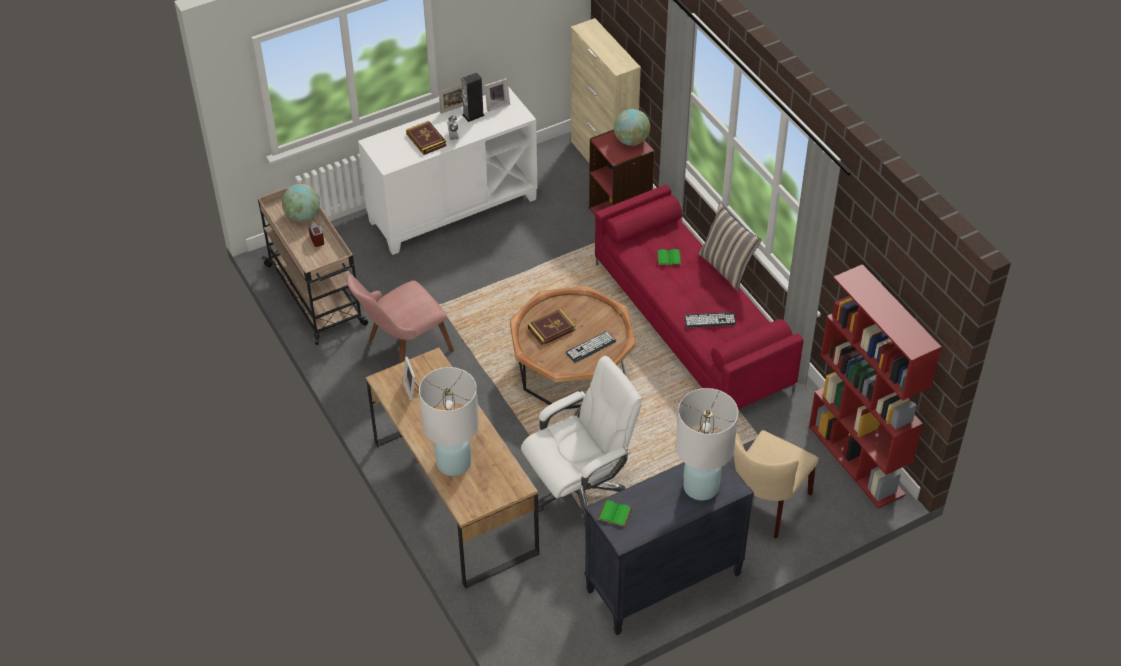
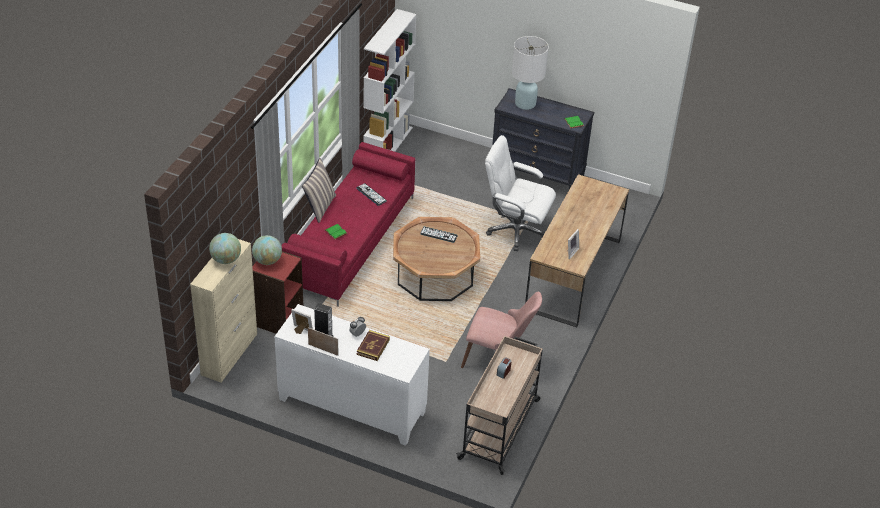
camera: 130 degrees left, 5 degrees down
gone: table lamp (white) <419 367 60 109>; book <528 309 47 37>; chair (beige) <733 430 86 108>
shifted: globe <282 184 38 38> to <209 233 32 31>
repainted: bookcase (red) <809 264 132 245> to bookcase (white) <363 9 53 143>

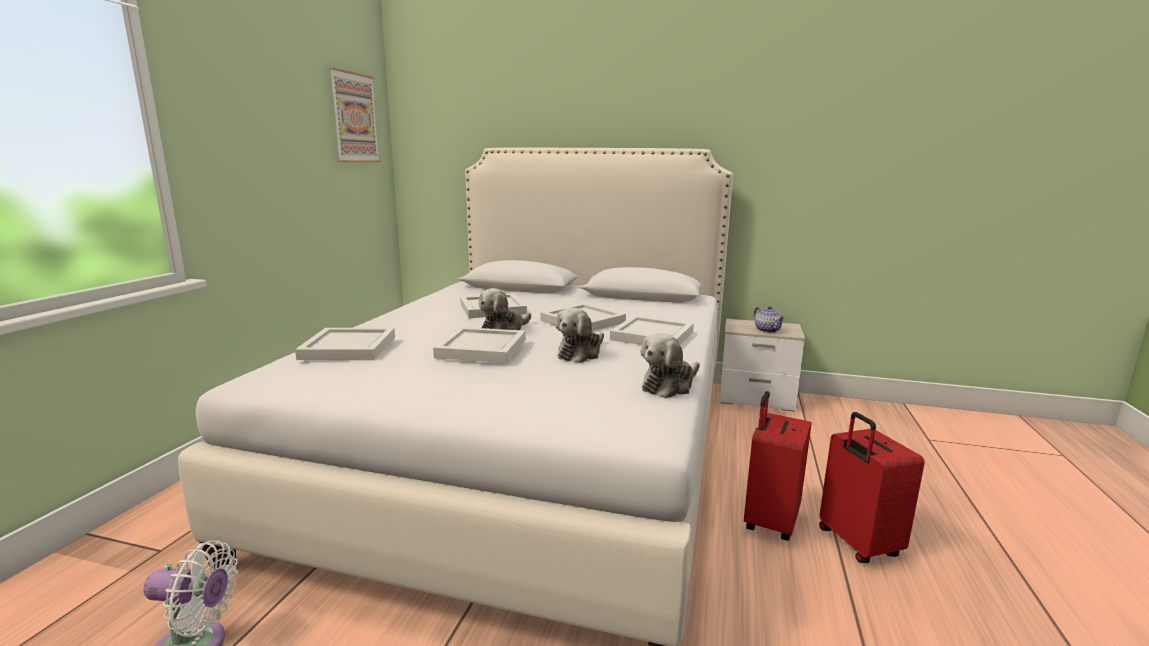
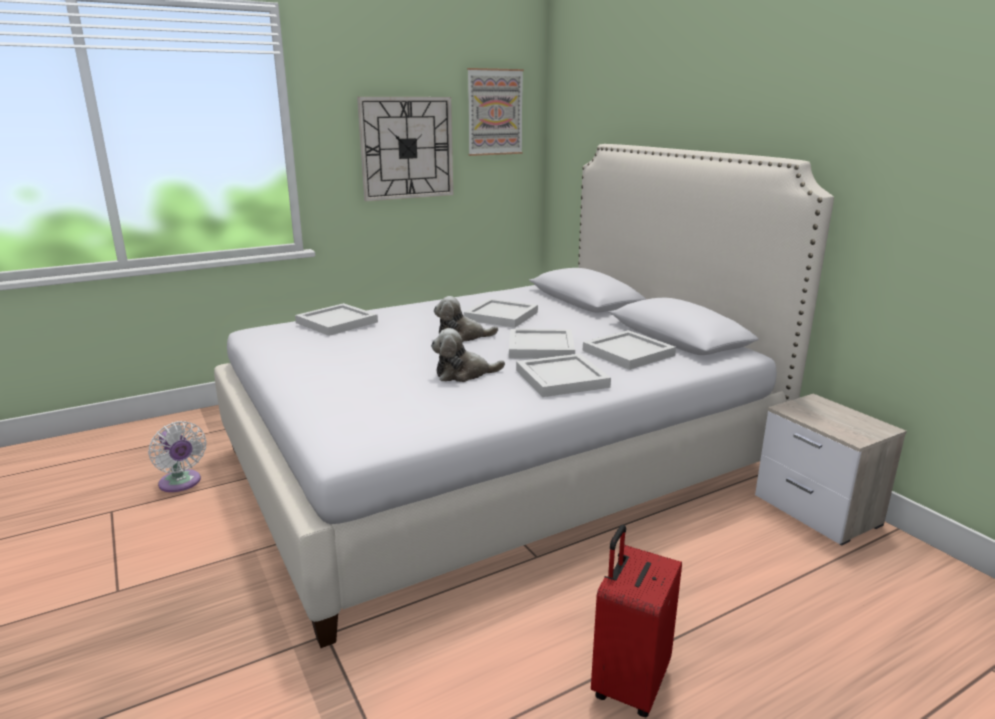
camera: 45 degrees right, 5 degrees up
gone: plush toy <640 333 60 65>; suitcase (red) <744 391 67 150>; teapot <753 306 32 27>
new: wall clock <357 97 96 104>
shifted: tray (white) <433 327 93 36> to <583 330 93 40>

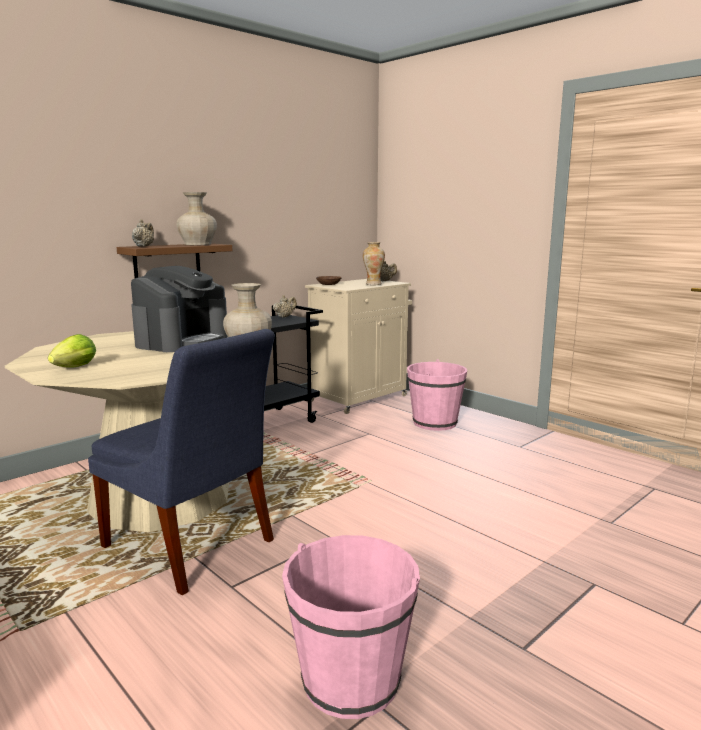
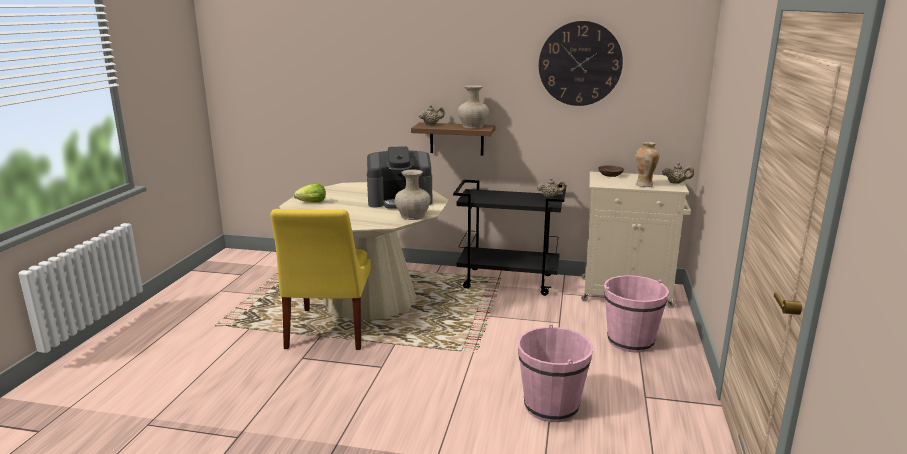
camera: 55 degrees right, 5 degrees up
new: wall clock <539 21 84 85>
shifted: bucket (pink) <282 535 138 184> to <517 324 77 98>
repainted: chair (blue) <88 329 187 266> to chair (yellow) <270 209 101 141>

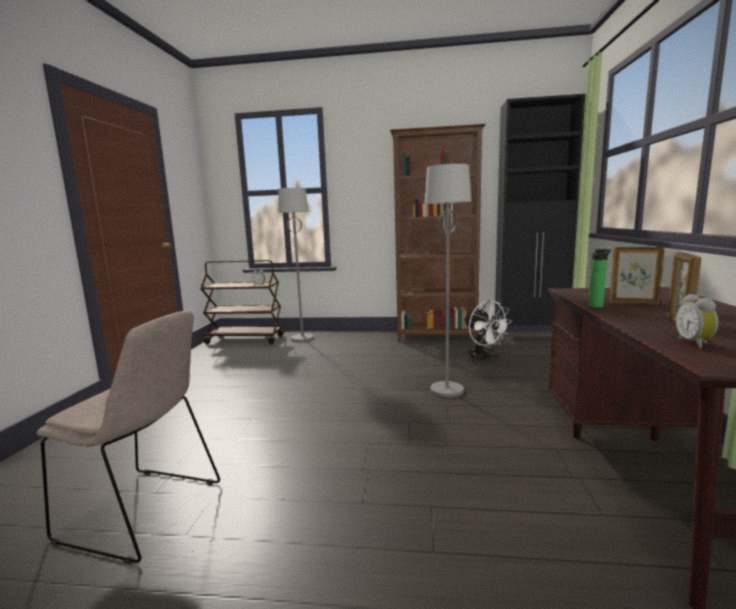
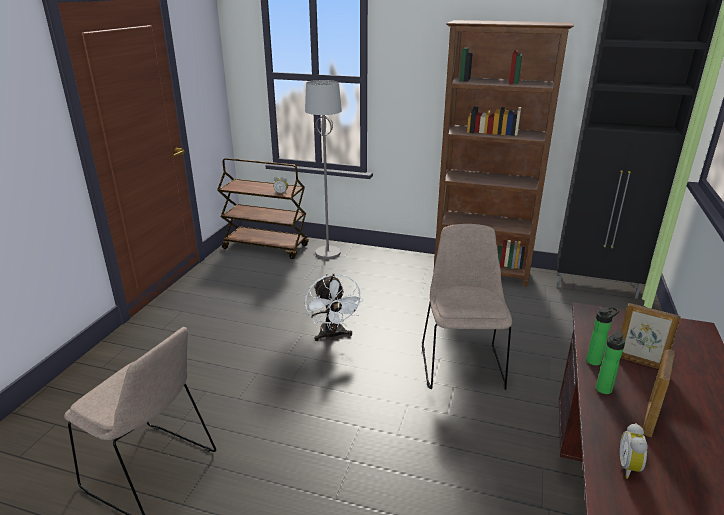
camera: 10 degrees right, 15 degrees up
new: bottle <596 332 30 62>
shifted: fan (white) <464 300 48 63> to <305 274 58 67>
swapped: floor lamp (grey) <424 164 47 234> to chair (beige) <422 224 90 166>

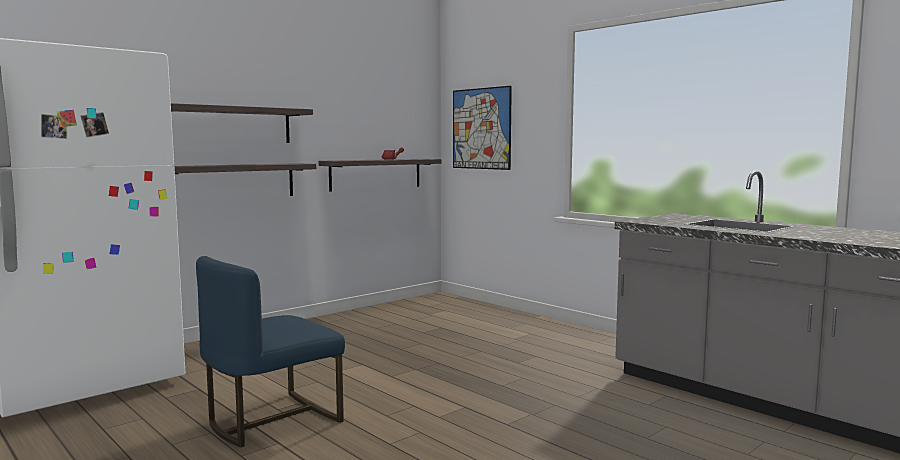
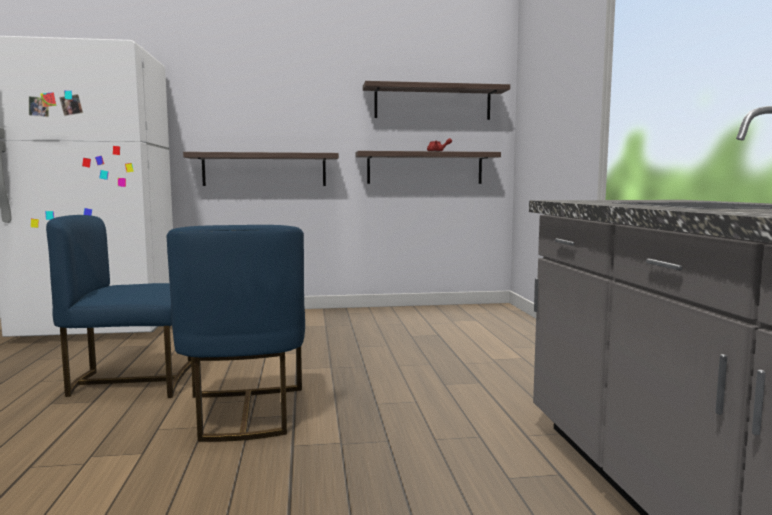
camera: 35 degrees right, 0 degrees up
gone: picture <453 86 59 84>
new: chair (blue) <166 225 139 217>
shifted: shelf <171 103 142 40> to <363 81 147 39>

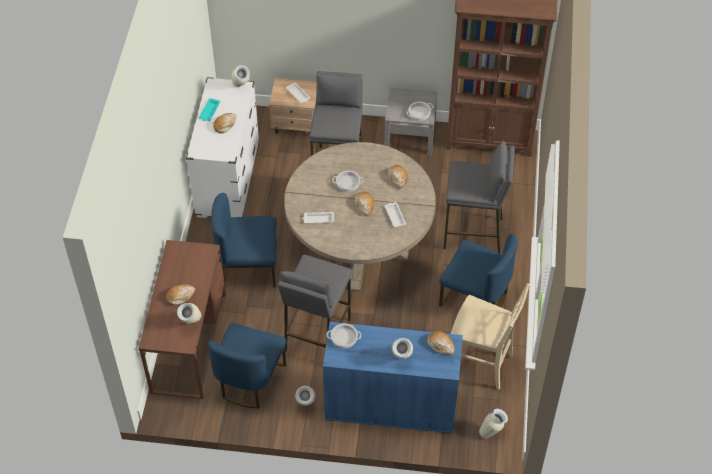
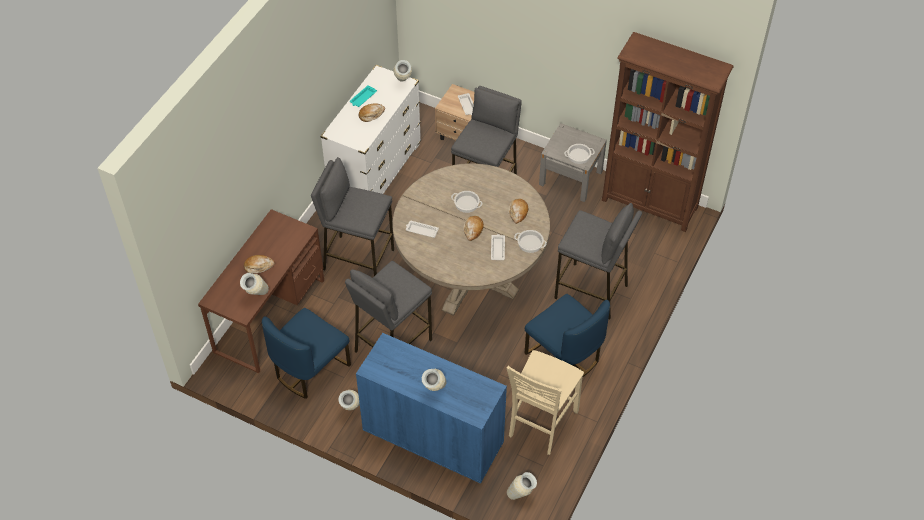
camera: 20 degrees right, 0 degrees up
gone: bread <427 331 28 24>
shifted: cooking pot <327 323 35 25> to <514 230 33 23>
swapped: chair (blue) <211 193 66 95> to stool (grey) <311 157 83 119>
rotated: chair (beige) <451 283 79 107> = <507 350 77 105> 75 degrees clockwise

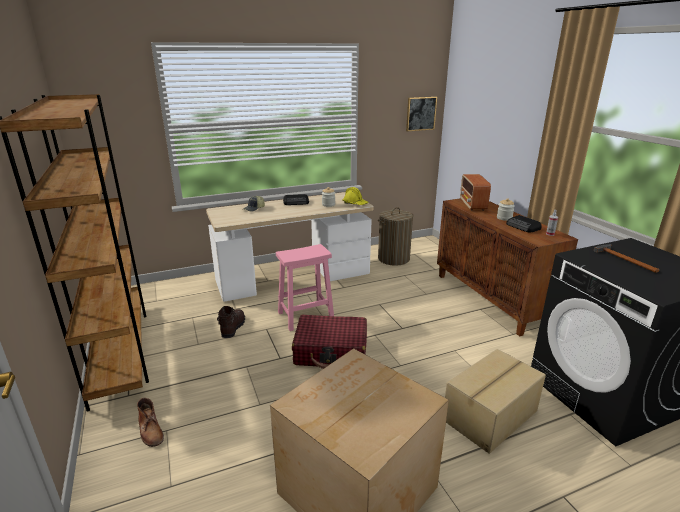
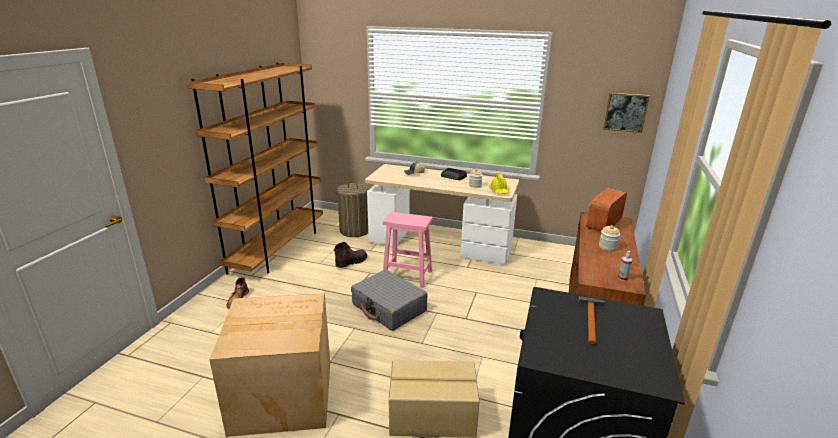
camera: 40 degrees right, 0 degrees up
gone: radio <506 215 36 18>
shifted: laundry basket <378 207 36 59> to <334 182 35 55>
repainted: suitcase (red) <292 315 75 54> to suitcase (grey) <351 269 77 62>

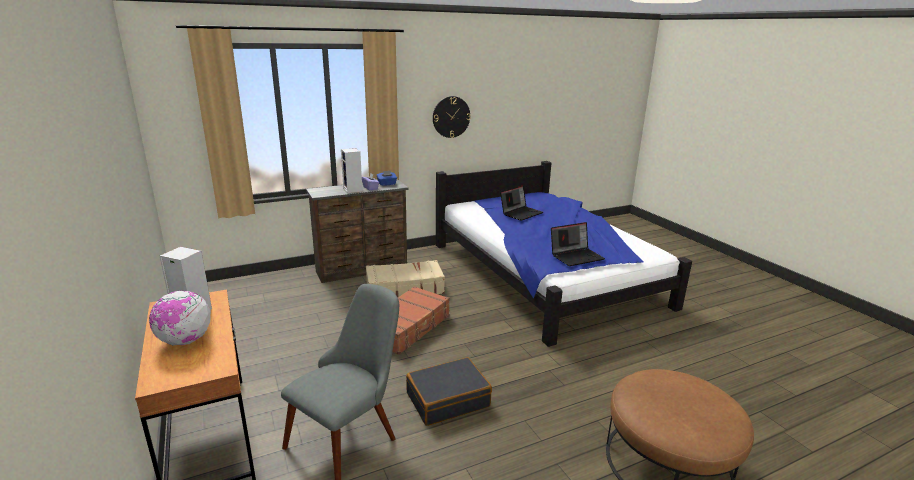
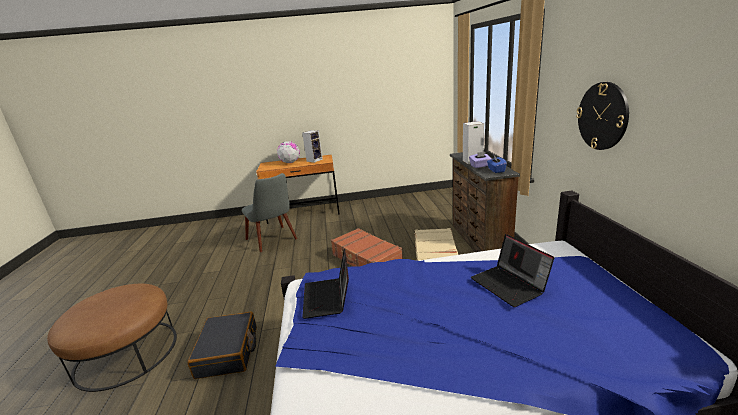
camera: 110 degrees right, 0 degrees up
shifted: suitcase (black) <406 357 86 69> to <187 311 70 68>

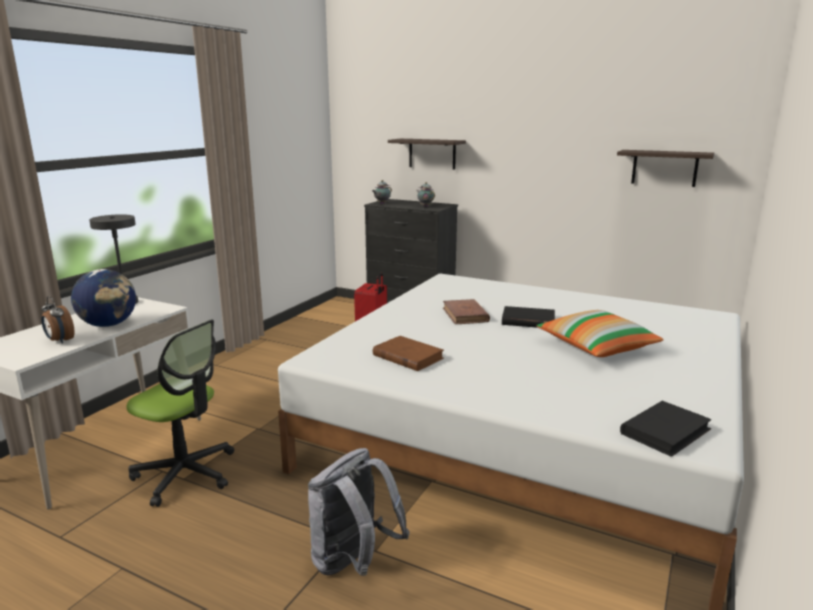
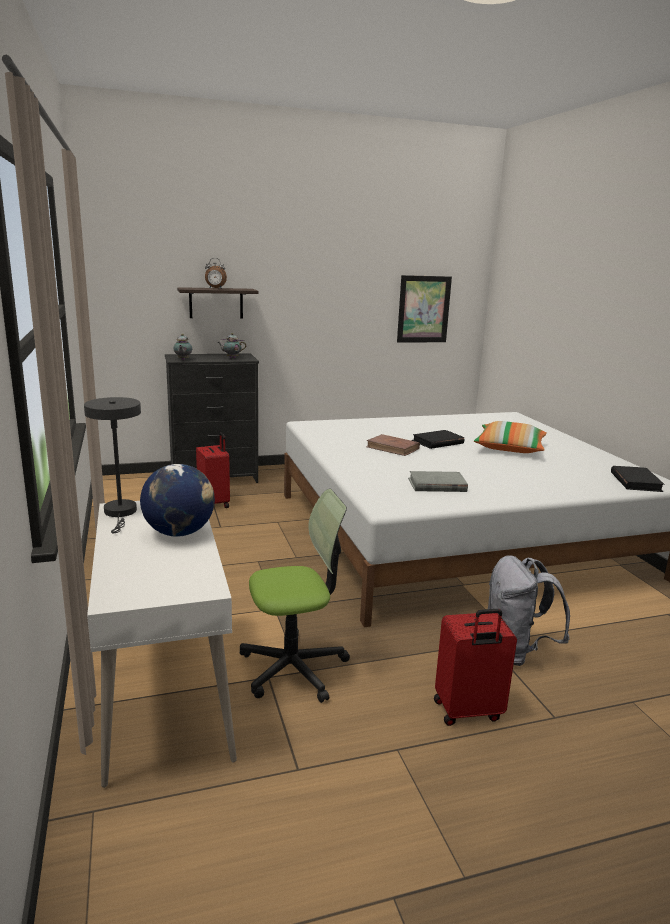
camera: 45 degrees left, 0 degrees up
new: suitcase (red) <434 609 83 117>
shifted: alarm clock <41 296 33 48> to <205 258 22 30>
swapped: shelf <617 150 97 37> to picture <397 275 55 68>
repainted: book (brown) <373 336 71 35> to book (grey) <408 471 60 21>

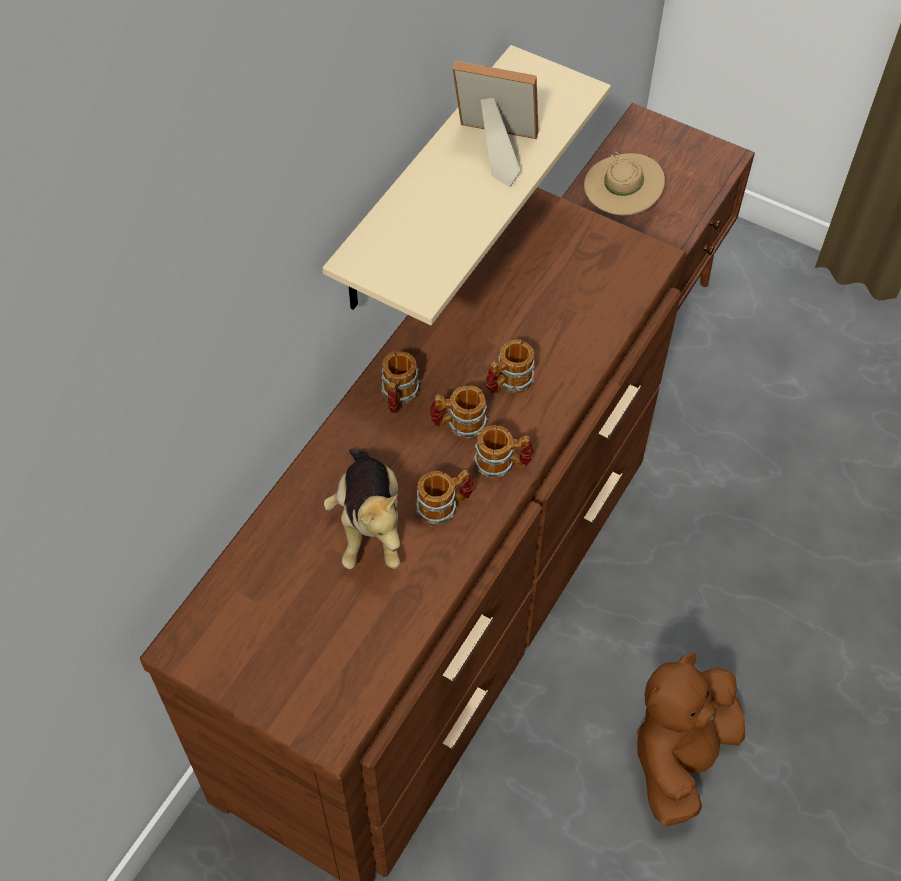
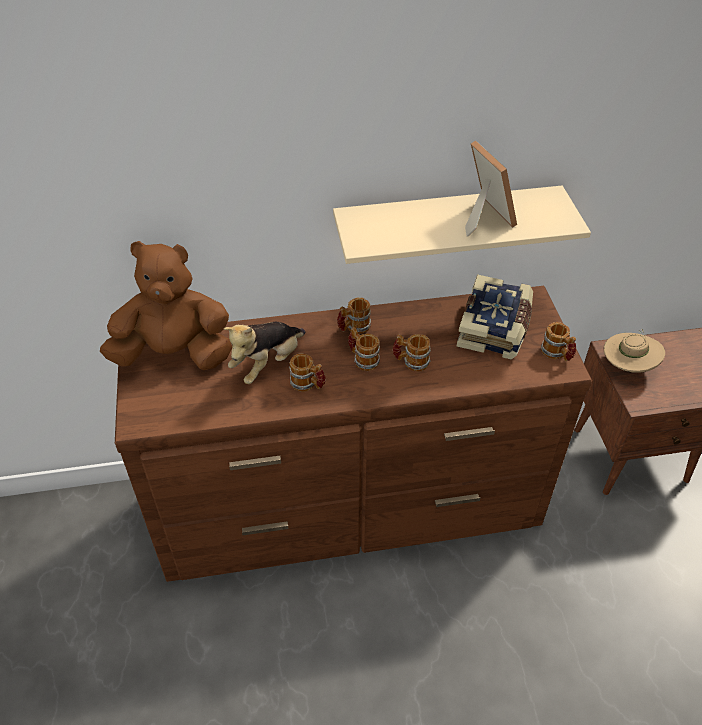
camera: 50 degrees right, 10 degrees down
new: book <457 274 76 86>
shifted: mug <473 425 61 55> to <541 322 35 39>; plush toy (brown) <637 652 108 174> to <100 241 132 129>

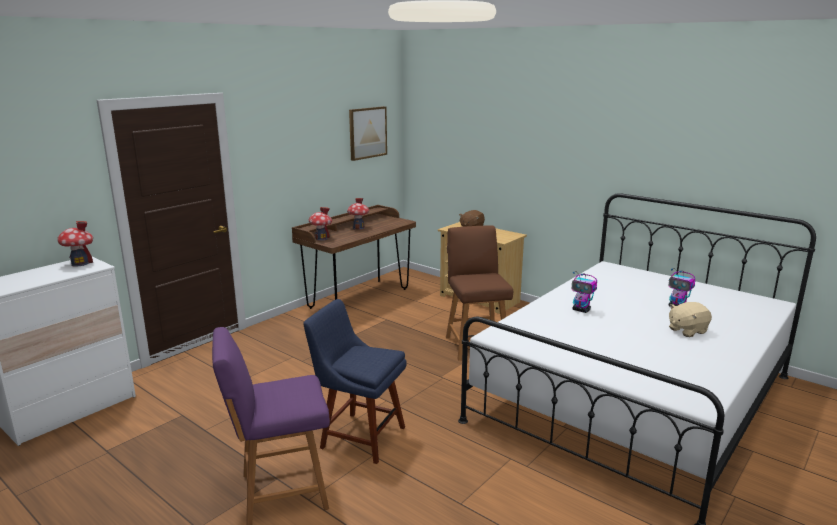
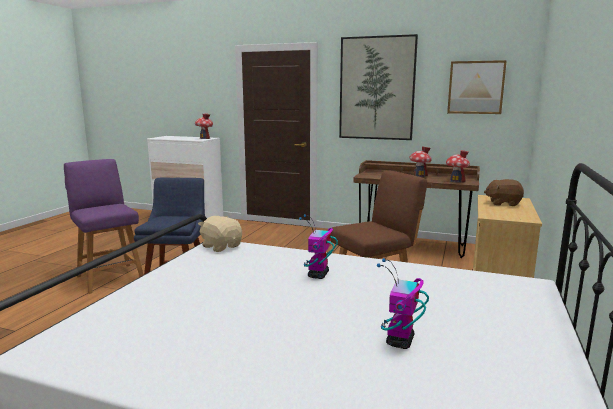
camera: 70 degrees right, 5 degrees down
new: picture <339 34 79 106>
shifted: toy house <309 207 23 34> to <446 150 24 33>; plush toy (beige) <669 302 43 35> to <198 216 44 36>

